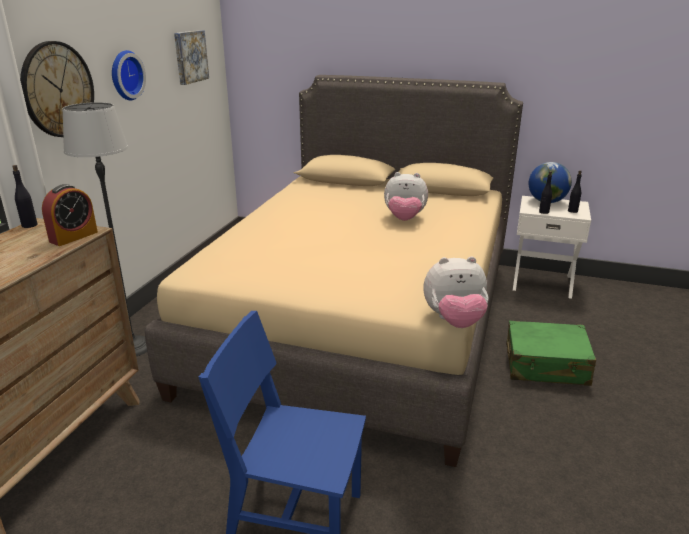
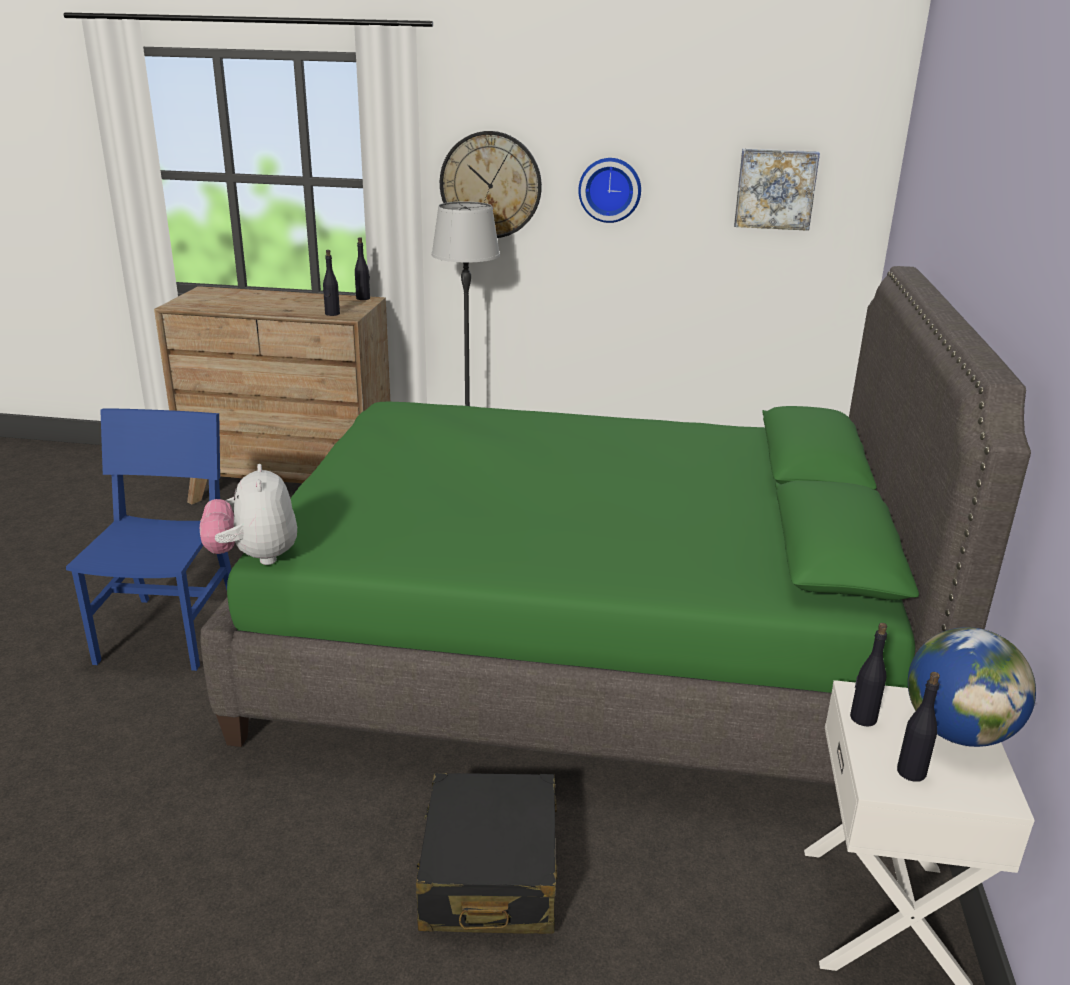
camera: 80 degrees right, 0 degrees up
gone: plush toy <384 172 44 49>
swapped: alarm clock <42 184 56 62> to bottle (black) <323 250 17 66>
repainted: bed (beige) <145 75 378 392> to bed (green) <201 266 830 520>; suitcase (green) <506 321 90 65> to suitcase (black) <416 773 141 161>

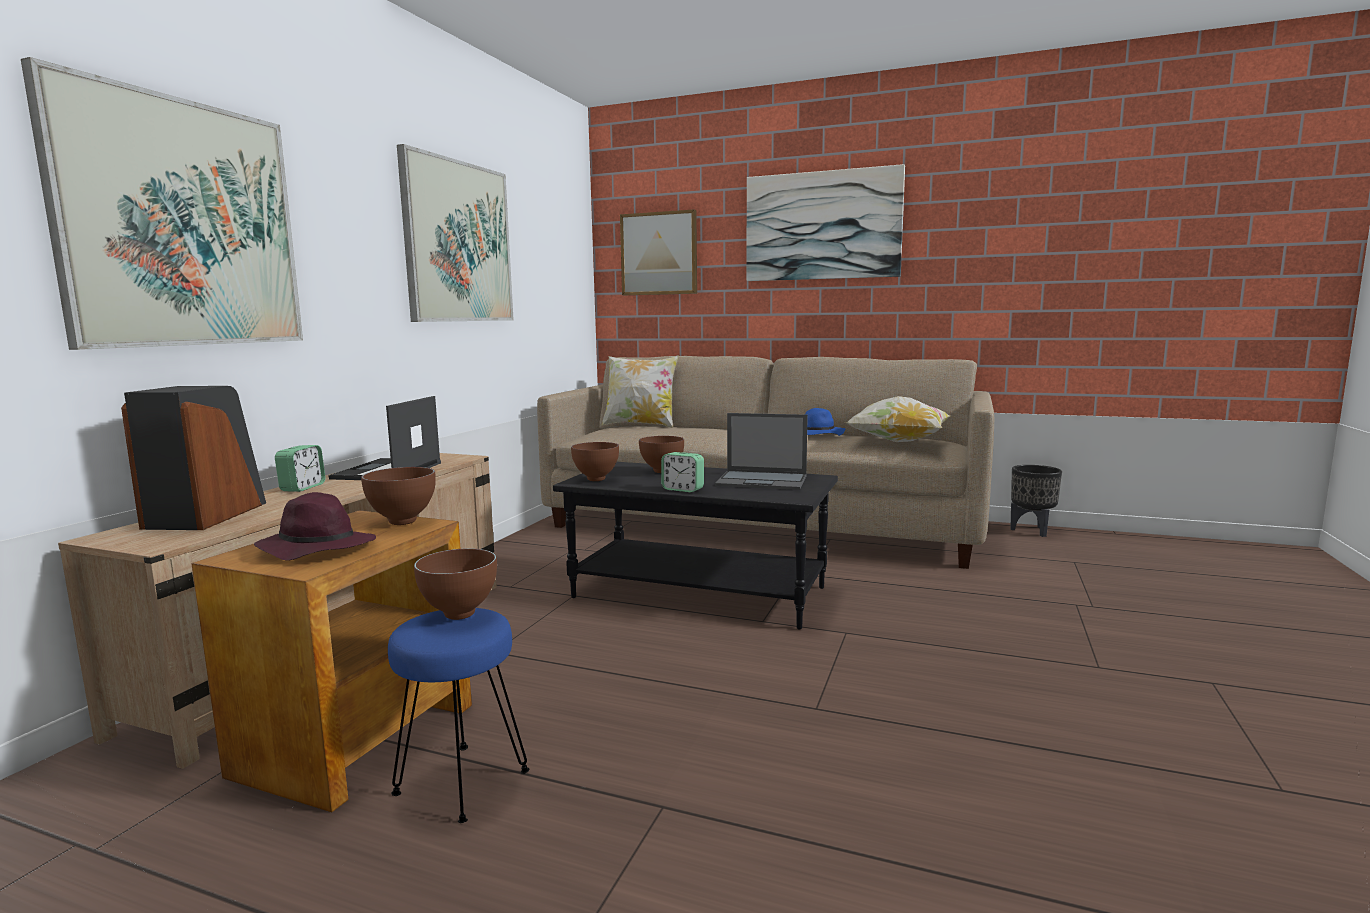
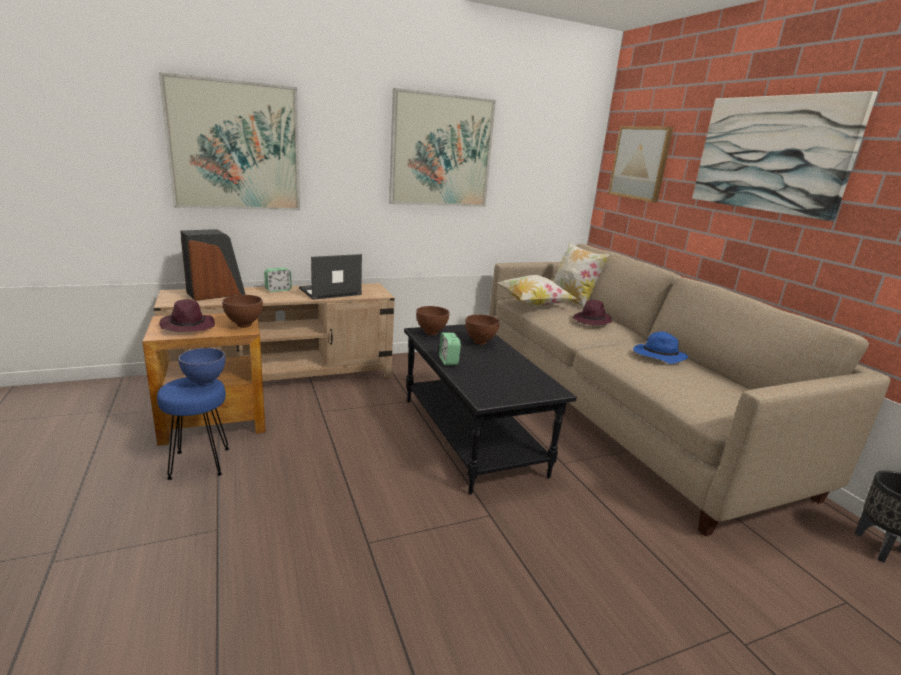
camera: 45 degrees right, 10 degrees up
gone: laptop <715 413 93 77>
new: hat (purple) <573 300 39 25>
shifted: pillow <846 396 104 46> to <498 275 79 32>
repainted: bowl (brown) <414 548 83 72> to bowl (blue) <178 348 47 38>

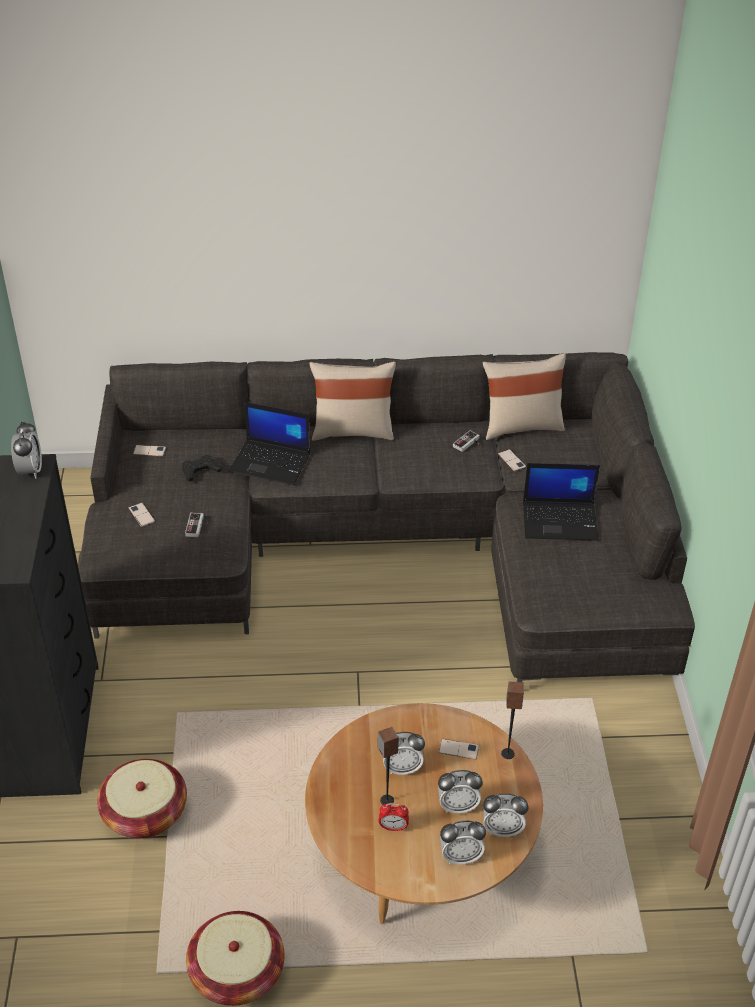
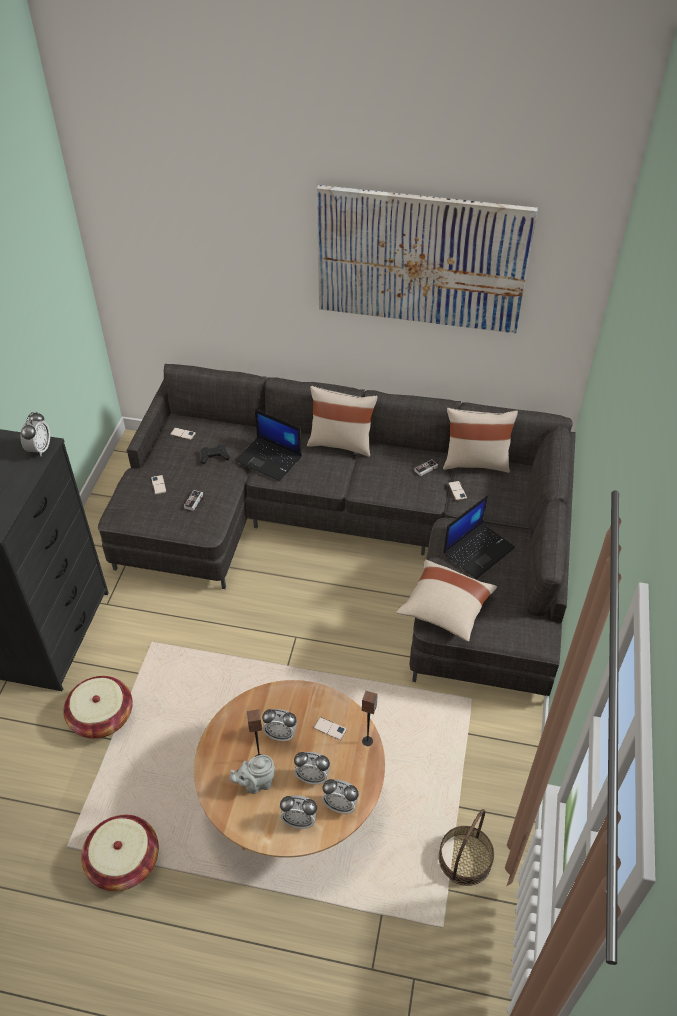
camera: 15 degrees right, 5 degrees up
new: picture <317 185 221 148>; pillow (beige) <396 559 101 83>; basket <439 809 55 77>
swapped: alarm clock <379 803 30 28> to teapot (grey) <229 755 46 39>
rotated: laptop <523 463 77 78> = <443 495 72 84> 60 degrees counterclockwise

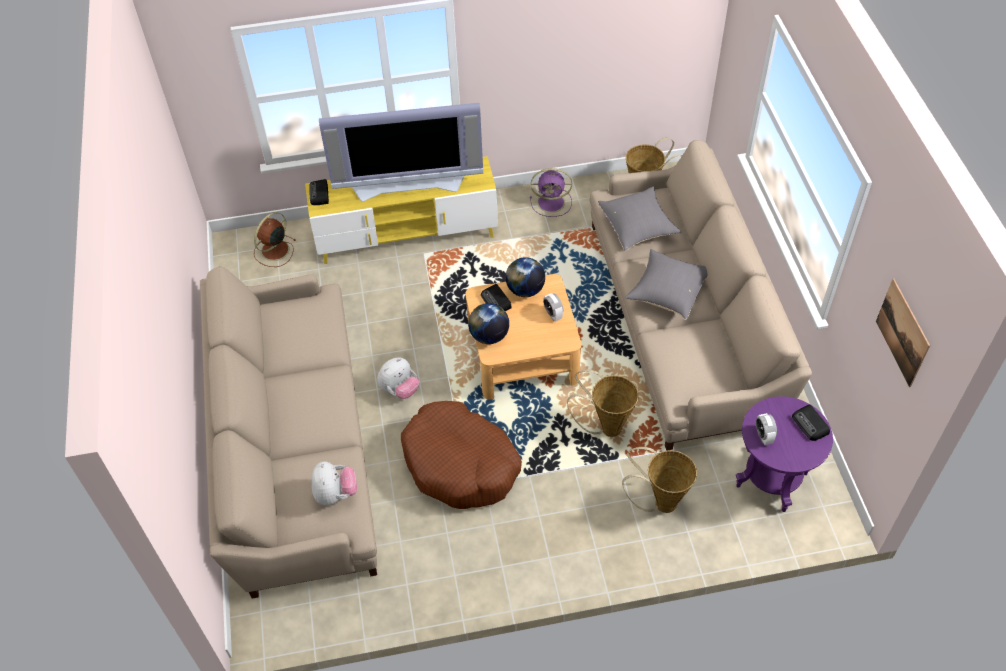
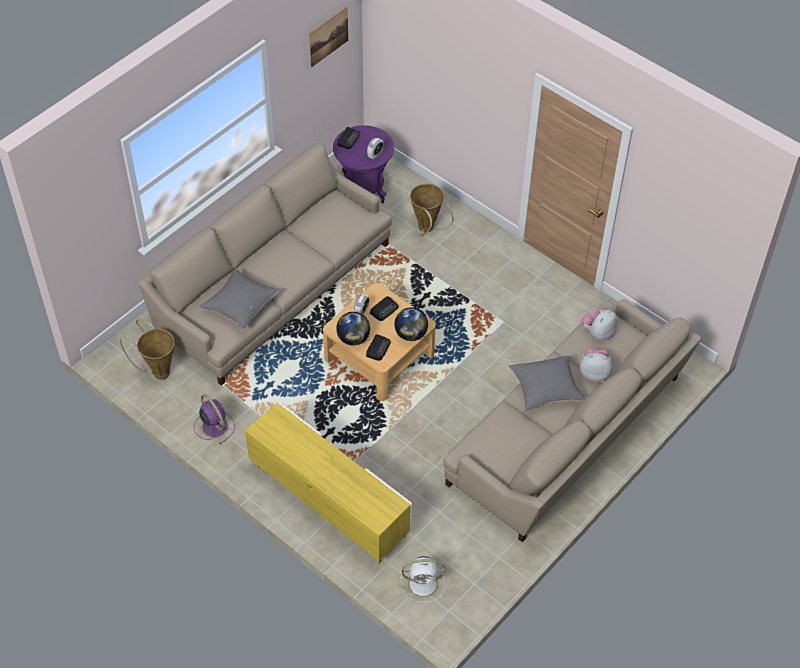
camera: 130 degrees left, 0 degrees up
gone: television <319 103 164 99>; dog bed (brown) <401 401 121 108>; basket <567 370 72 67>
shifted: radio <309 179 20 26> to <370 296 28 25>; plush toy <377 357 42 42> to <580 348 33 33>; pillow (grey) <625 249 82 71> to <509 356 76 55>
repainted: fan (brown) <254 212 42 55> to fan (white) <400 556 45 46>

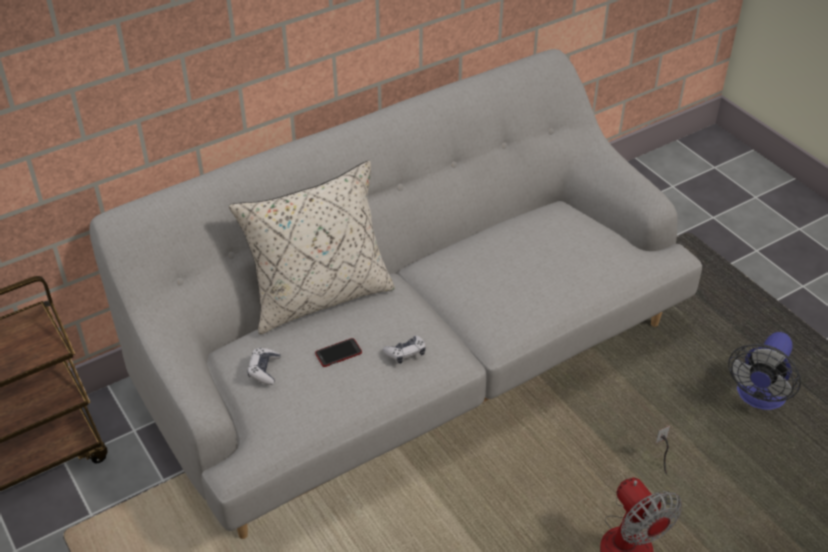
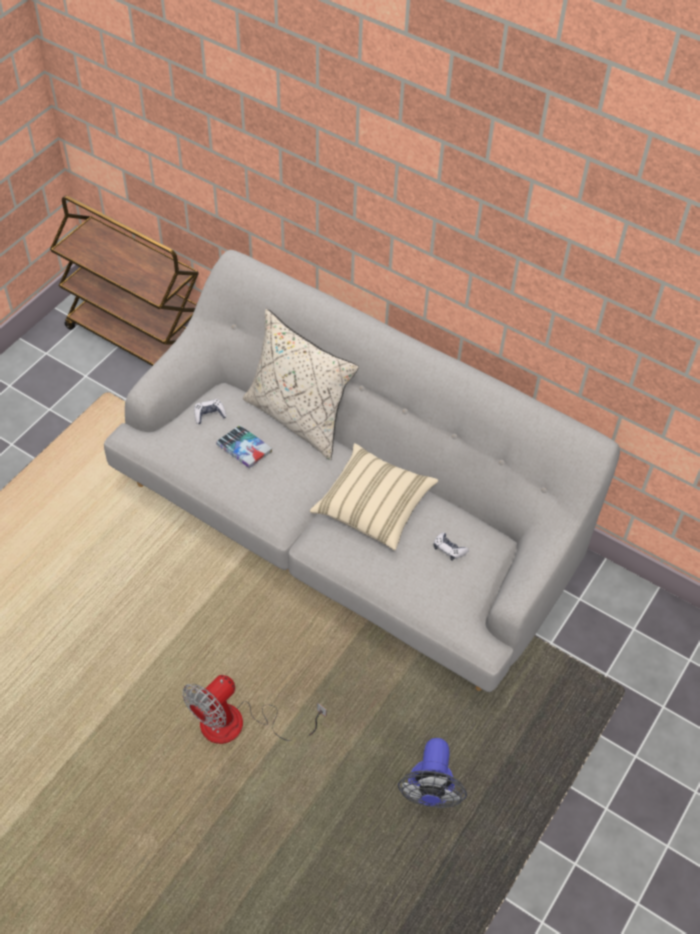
camera: 65 degrees right, 10 degrees up
new: pillow (beige) <310 443 128 107>
shifted: game controller <383 335 43 29> to <434 532 35 29>
swapped: phone <315 338 47 29> to book <216 425 56 43>
rotated: fan <728 332 73 78> = <398 738 69 70> 90 degrees counterclockwise

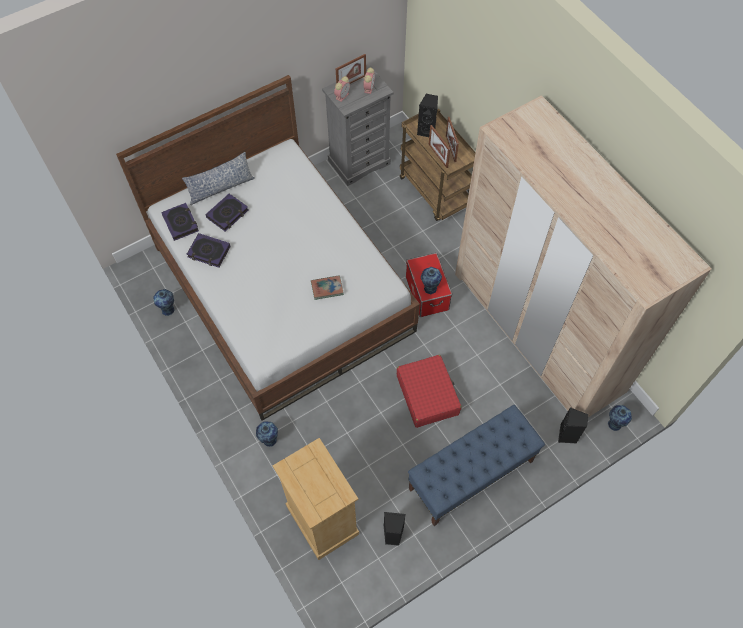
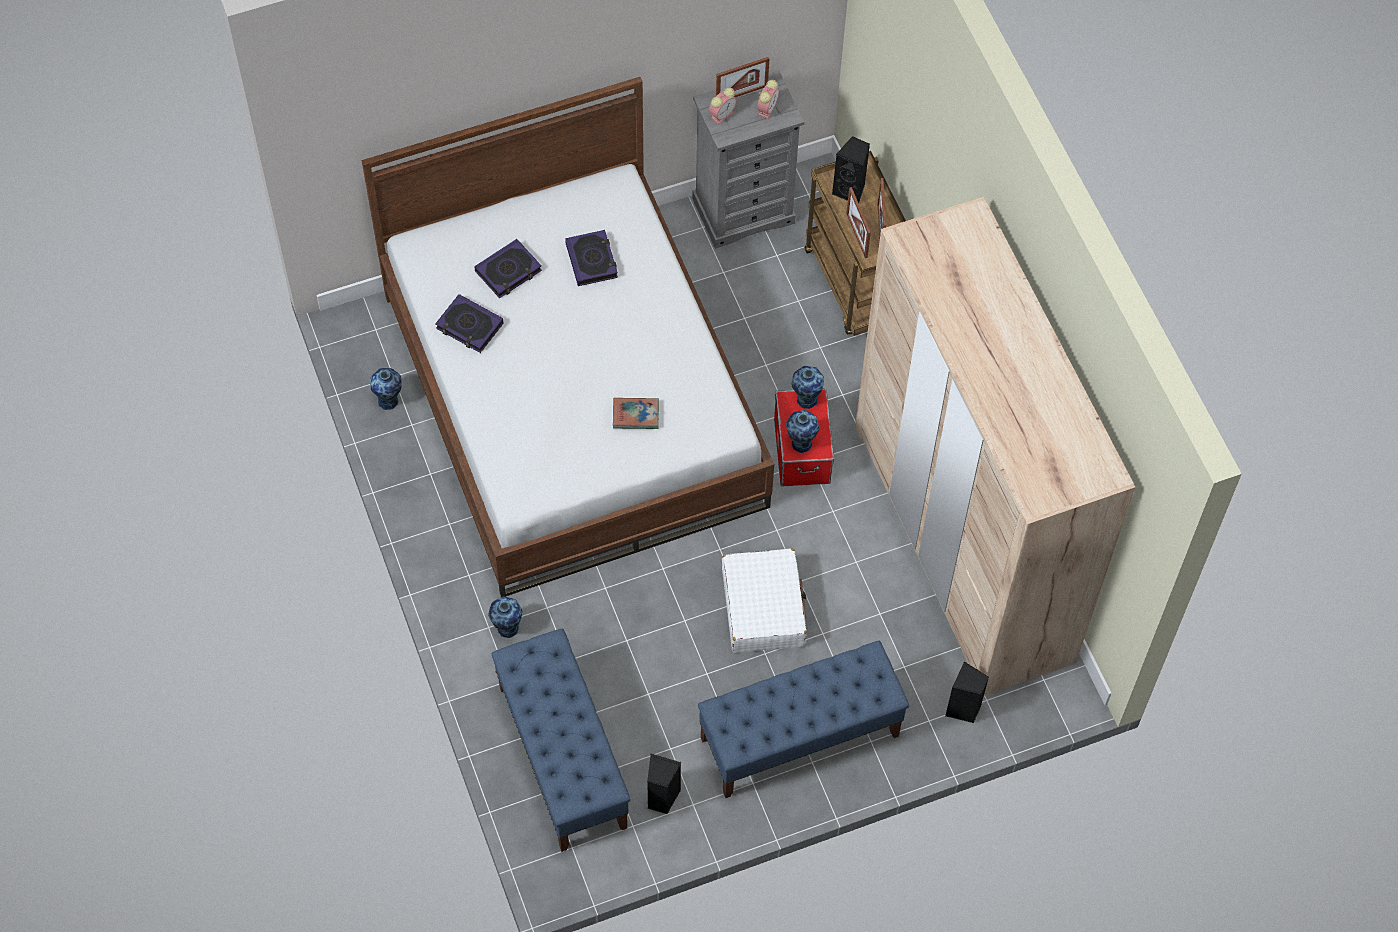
camera: 10 degrees right, 0 degrees up
gone: pillow <182 152 73 53>
shifted: book <161 203 38 38> to <565 230 53 56>; vase <608 405 24 26> to <791 366 33 43>
swapped: dresser (beige) <273 438 86 122> to bench (blue) <491 629 139 223>
repainted: suitcase (red) <397 355 65 73> to suitcase (white) <722 548 85 105>

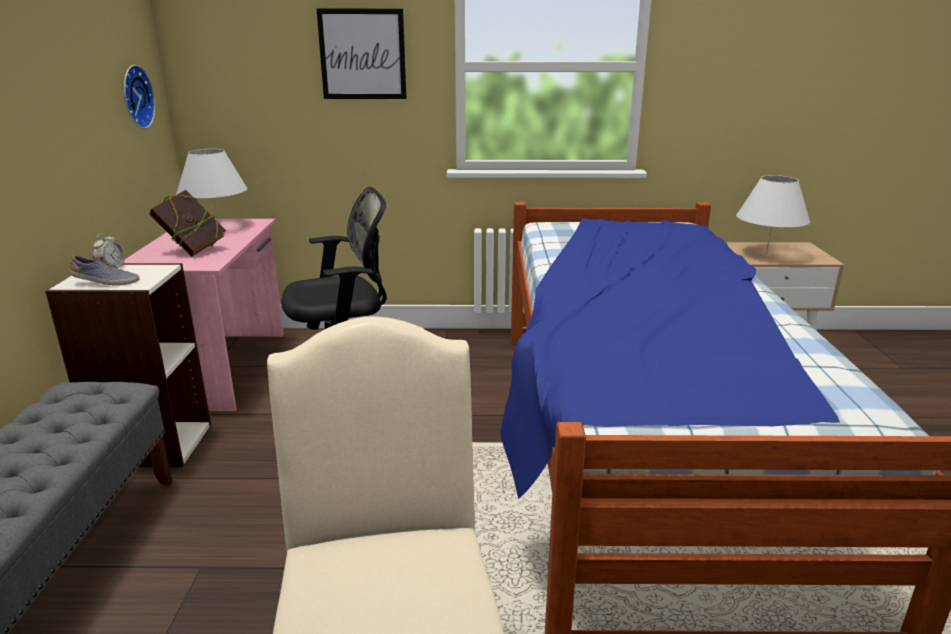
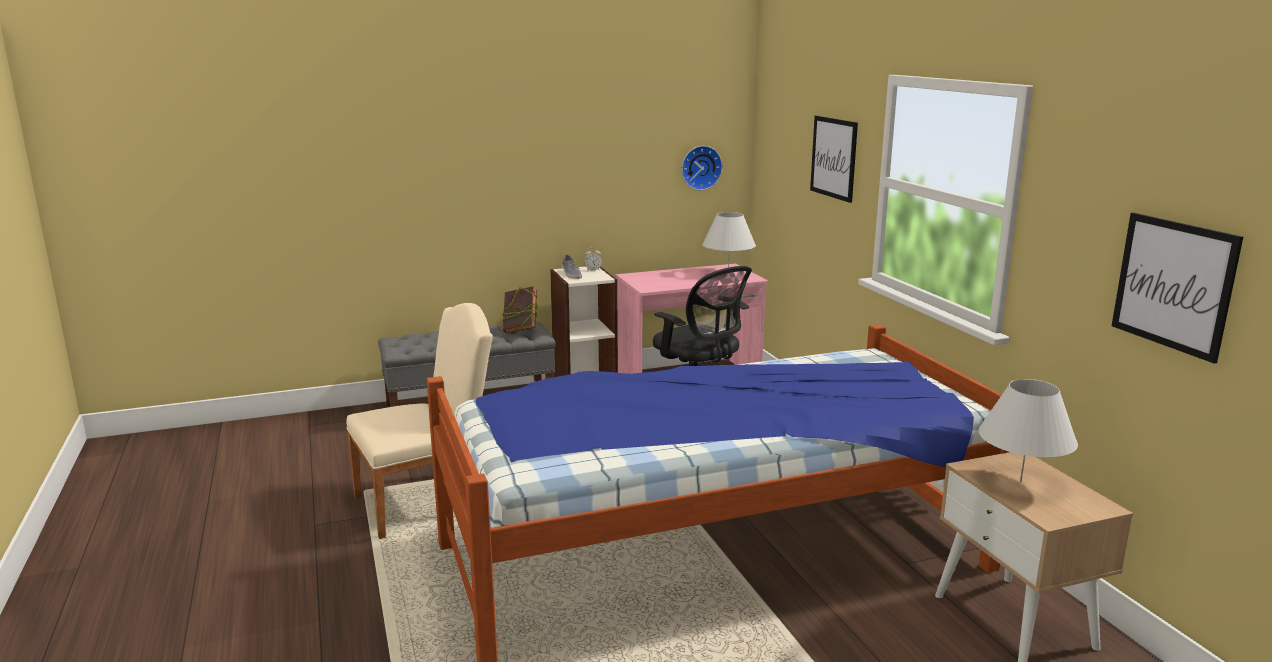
camera: 70 degrees right, 5 degrees down
new: picture <1112 212 131 152>
shifted: book <150 190 76 67> to <502 286 36 47>

